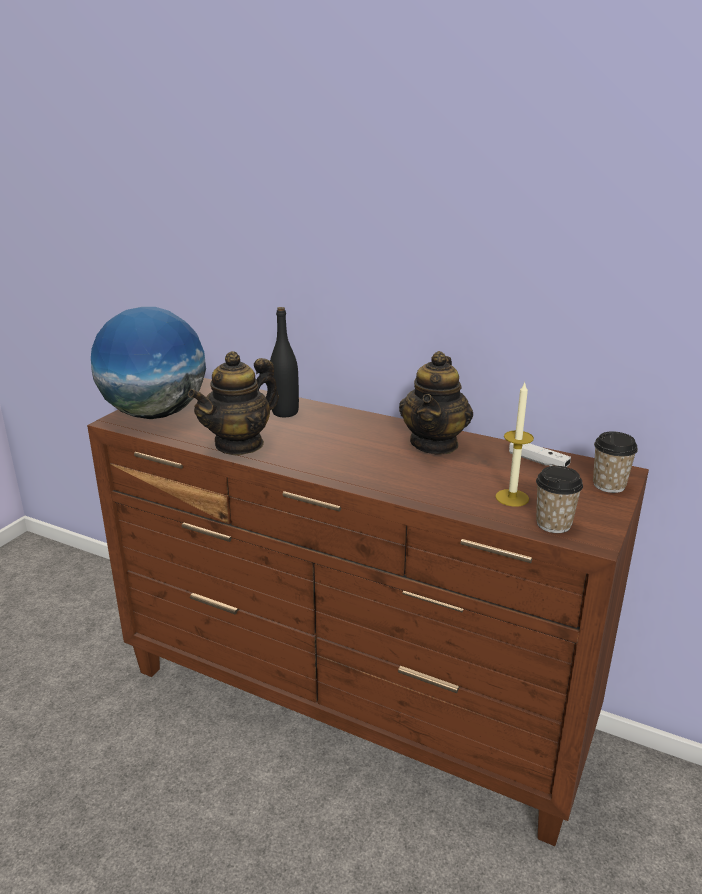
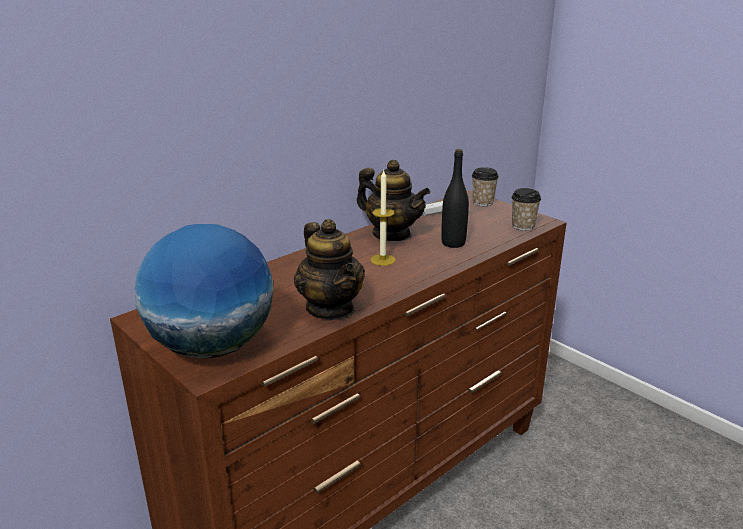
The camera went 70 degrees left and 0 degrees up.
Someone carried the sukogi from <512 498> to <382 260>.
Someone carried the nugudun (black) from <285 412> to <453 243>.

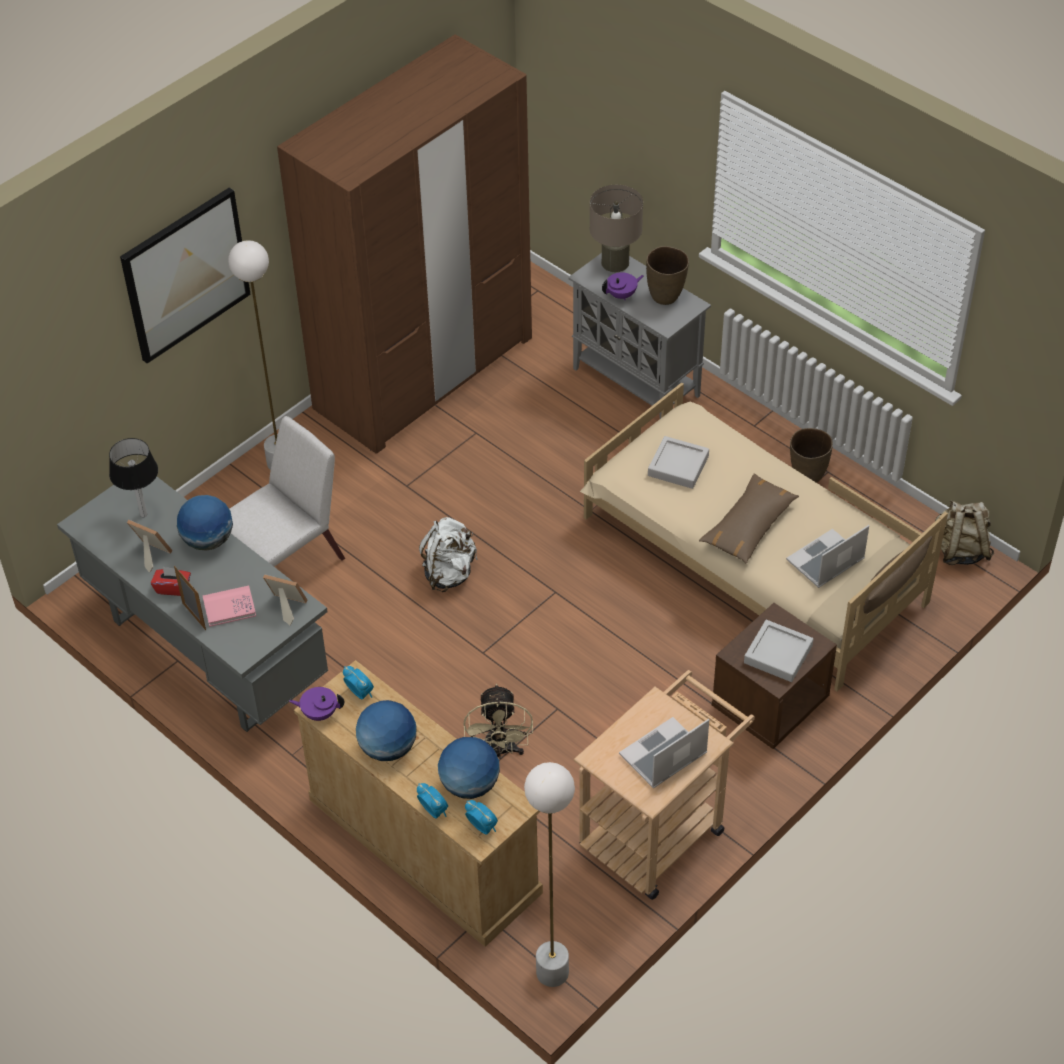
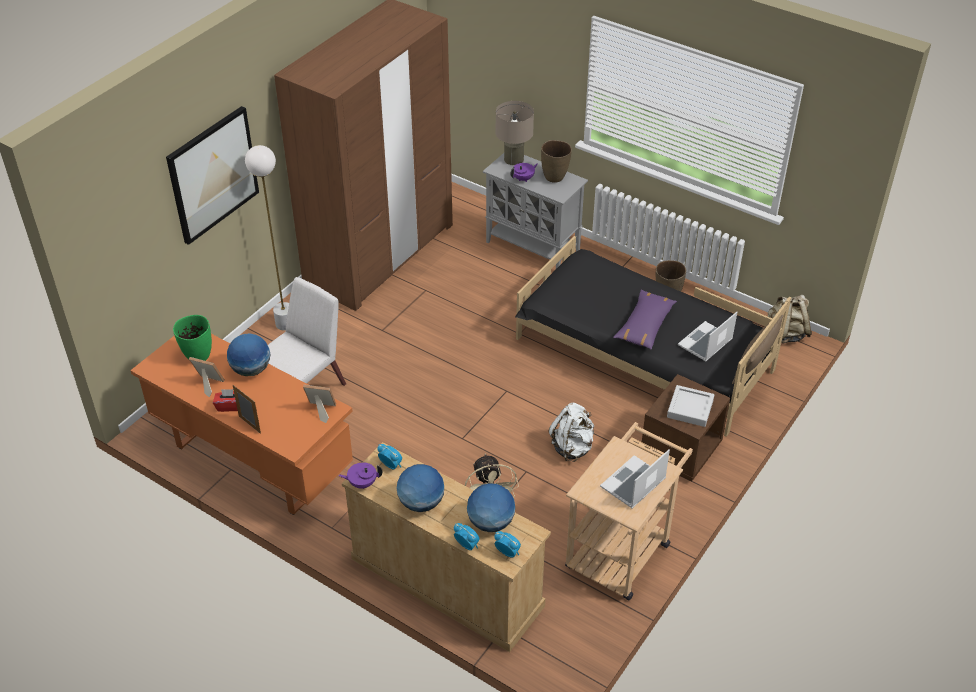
The camera went 10 degrees left and 5 degrees down.
Someone repainted the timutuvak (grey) at <206 653>, which became the timutuvak (orange) at <252 461>.
Someone swapped the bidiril at <144 514> for the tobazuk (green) at <198 356>.
Someone repainted the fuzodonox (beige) at <750 559>, which became the fuzodonox (black) at <642 354>.
Someone carried the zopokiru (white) from <449 573> to <572 447>.
Someone repainted the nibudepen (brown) at <749 526>, which became the nibudepen (purple) at <645 325>.
Someone took away the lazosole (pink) at <229 608>.
Someone took away the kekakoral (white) at <552 973>.
Someone took away the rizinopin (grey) at <678 466>.

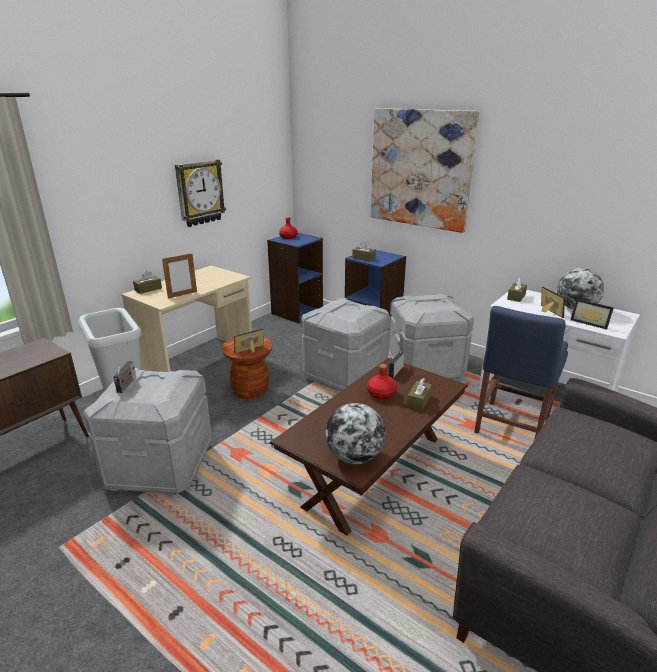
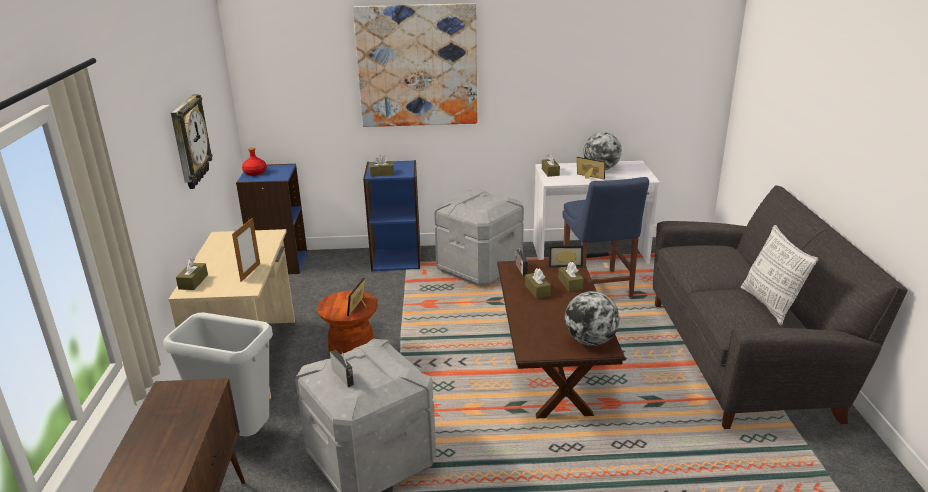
The camera went 40 degrees left and 0 degrees up.
Someone swapped the nugudun (red) at <381 393> for the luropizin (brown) at <537 290>.
Someone carried the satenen from <590 323> to <565 264>.
Someone put down the nibudepen at <770 305>.
Someone took away the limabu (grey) at <345 375>.

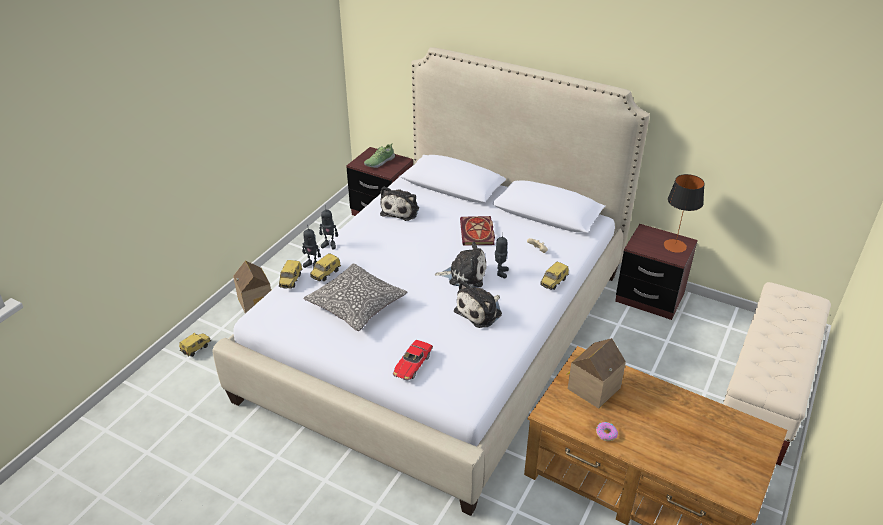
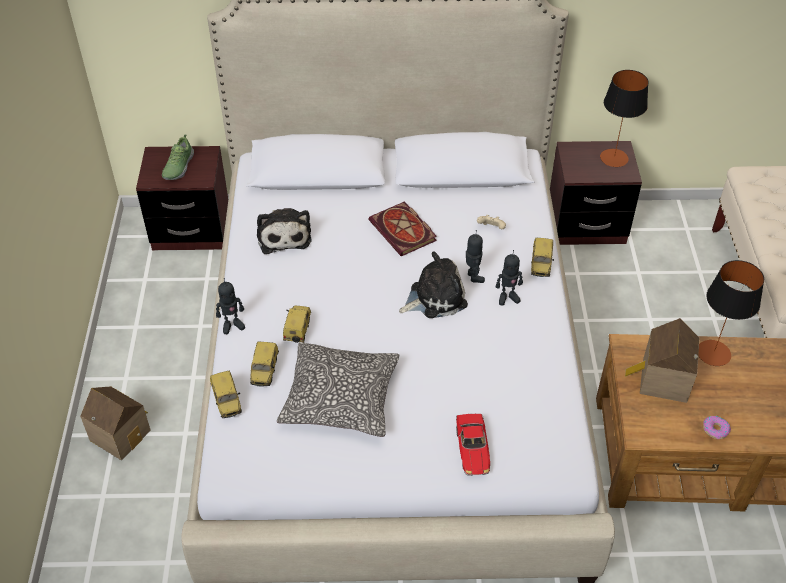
The camera went 30 degrees left and 10 degrees up.
Someone carried the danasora from <196 348> to <297 330>.
Someone carried the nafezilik from <312 265> to <507 297>.
Someone put down the bidiril at <713 353>.
Someone took away the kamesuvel at <480 312>.

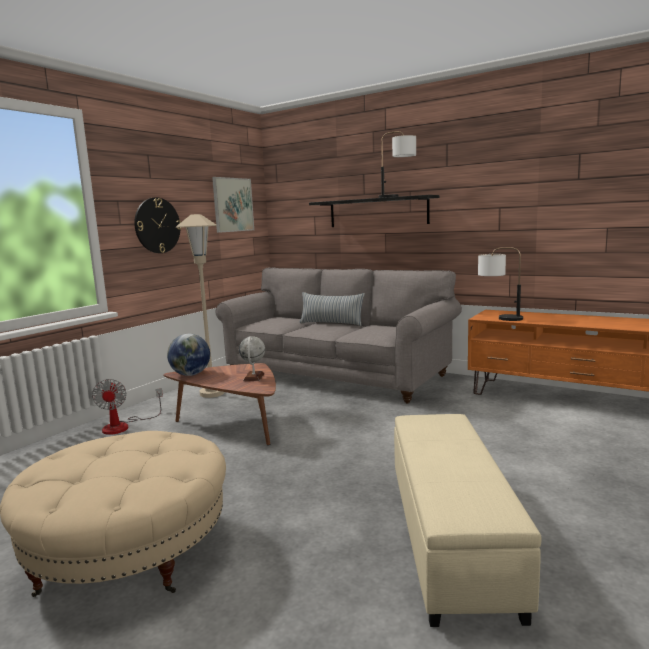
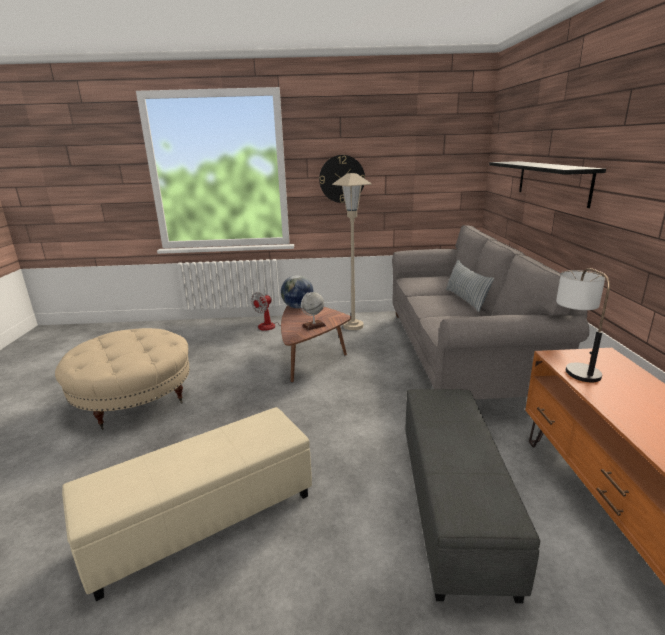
The camera went 55 degrees right and 10 degrees up.
Someone put down the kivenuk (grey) at <454 505>.
Someone took away the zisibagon at <233 205>.
Someone took away the bidiril at <398 196>.

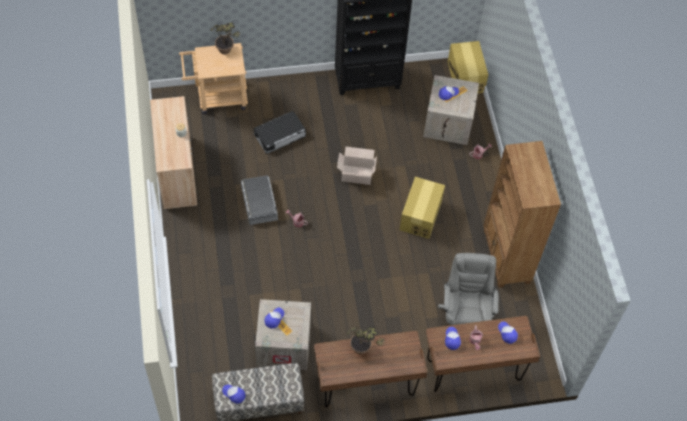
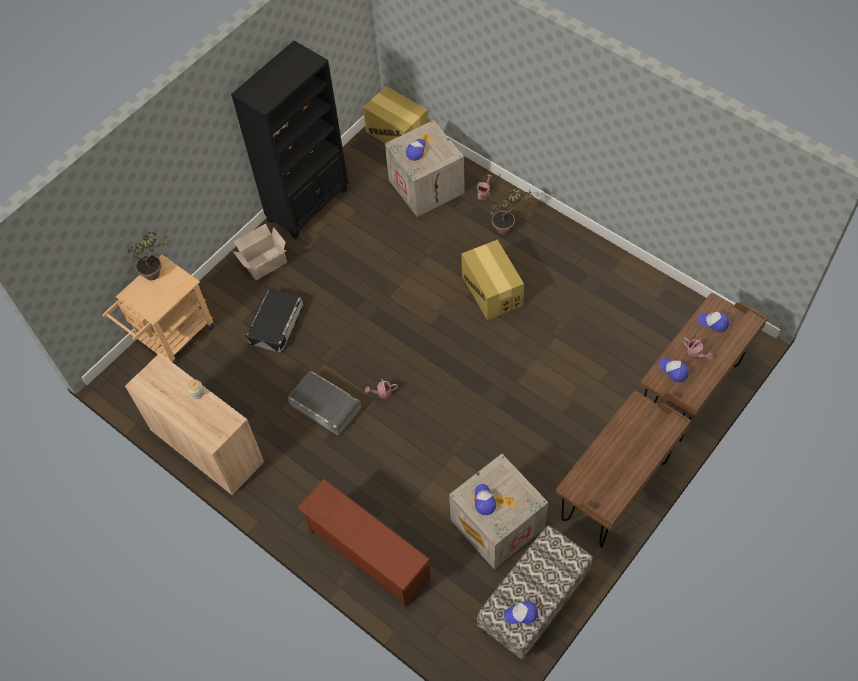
The camera went 35 degrees left and 0 degrees up.
Someone carried the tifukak from <356 174> to <264 263>.
Someone put down the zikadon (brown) at <367 556>.
Someone carried the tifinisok from <364 351> to <508 228>.
Someone took away the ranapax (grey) at <464 317>.
Someone took away the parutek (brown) at <506 257>.

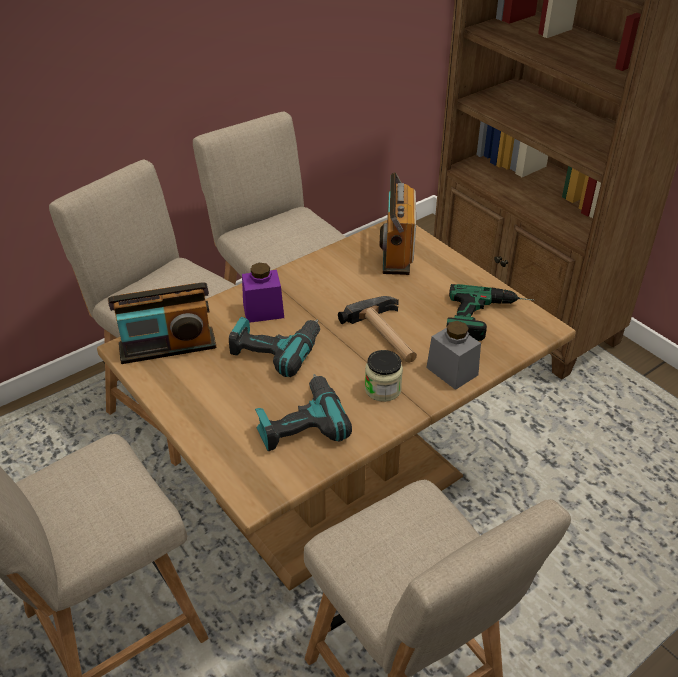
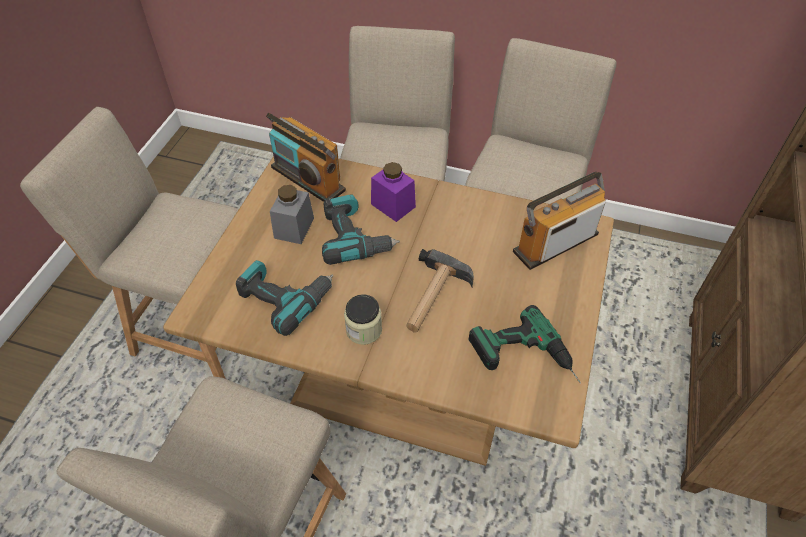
The camera went 55 degrees right and 10 degrees up.
Someone carried the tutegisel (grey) from <452 371> to <294 228>.

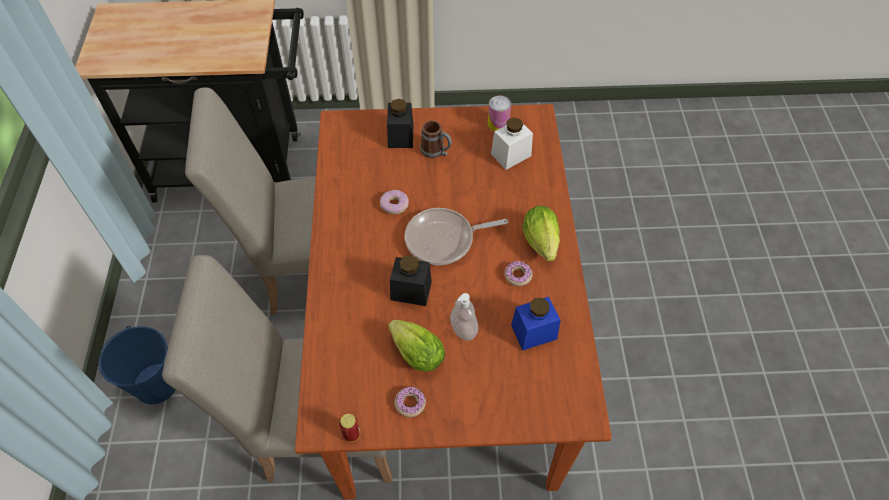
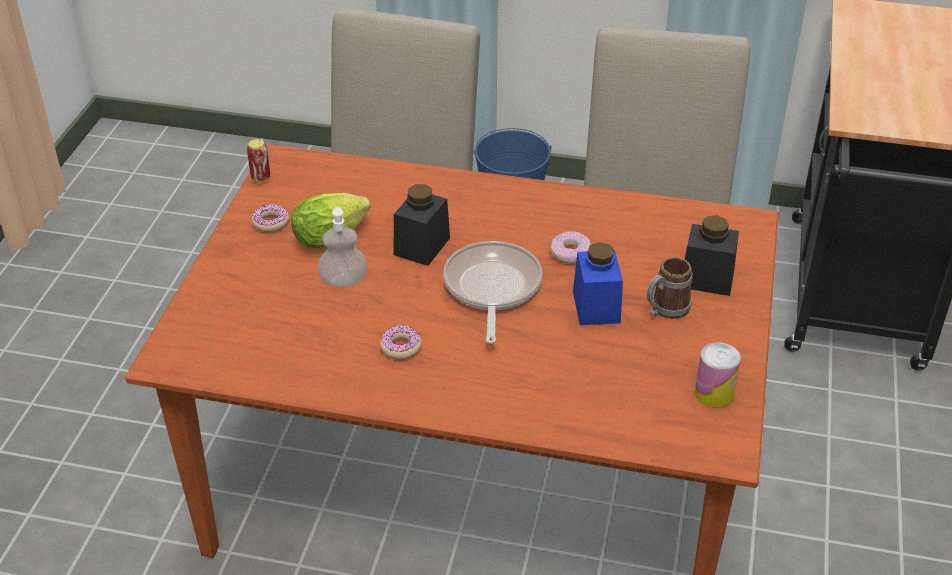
The camera went 105 degrees right and 15 degrees down.
Someone carried the tutegisel (blue) from <534 332> to <596 307>.
Someone took away the tutegisel (white) at <511 155>.
Someone took away the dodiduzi at <542 245>.

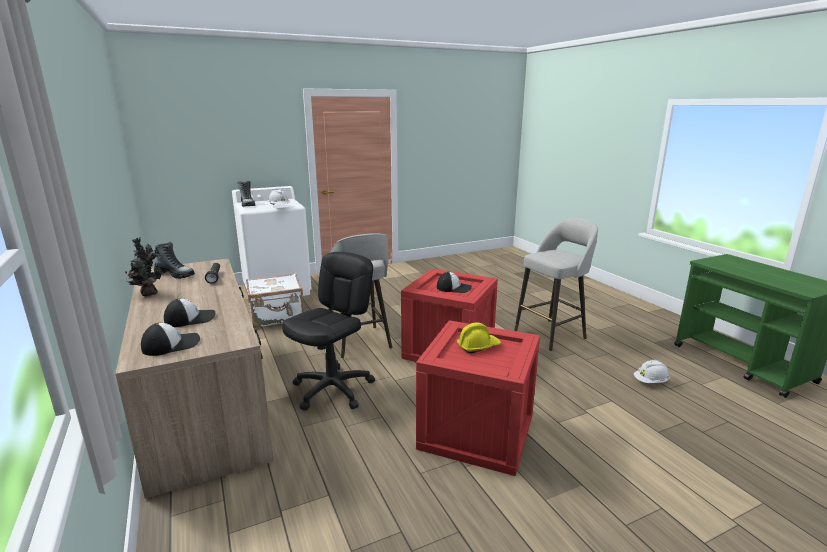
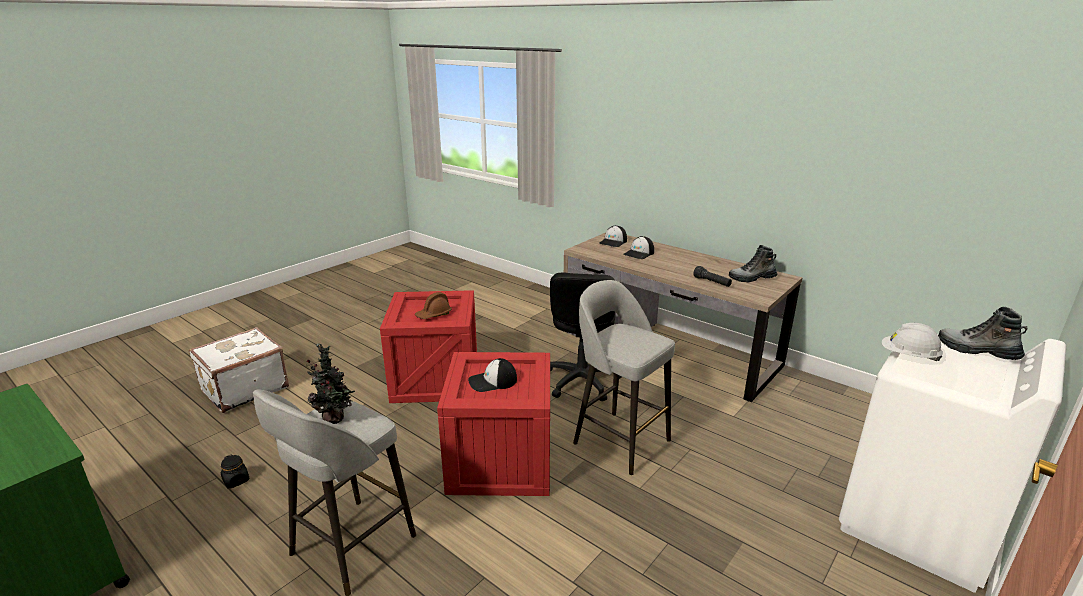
The camera went 155 degrees right and 5 degrees up.
Someone carried the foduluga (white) from <277 317> to <244 388>.
Someone swapped the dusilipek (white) at <650 382> for the tutegisel (black) at <236 480>.
Someone carried the tifinisok from <148 294> to <336 419>.
Someone repainted the dusilipek (yellow) at <478 346>, which became the dusilipek (brown) at <434 315>.

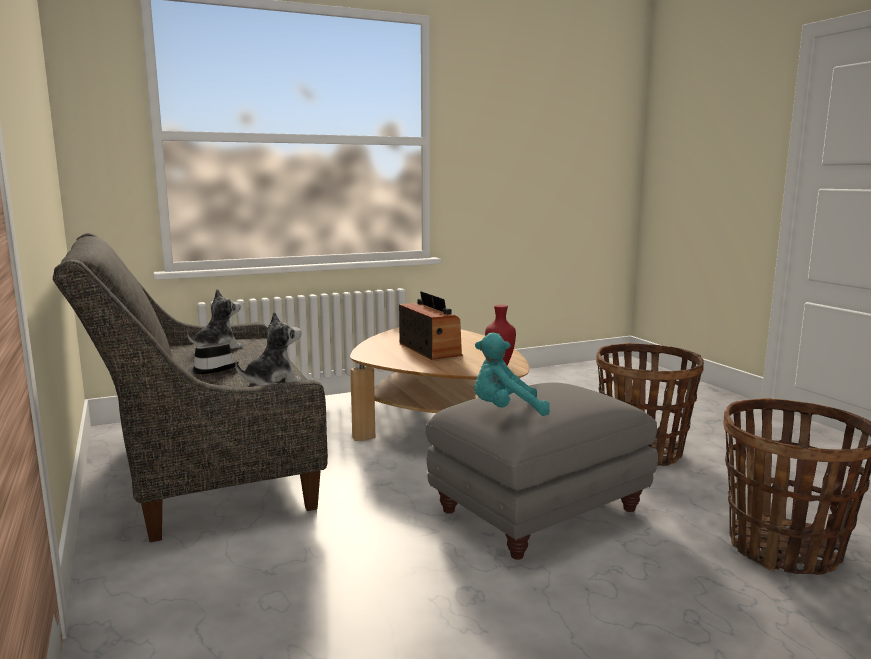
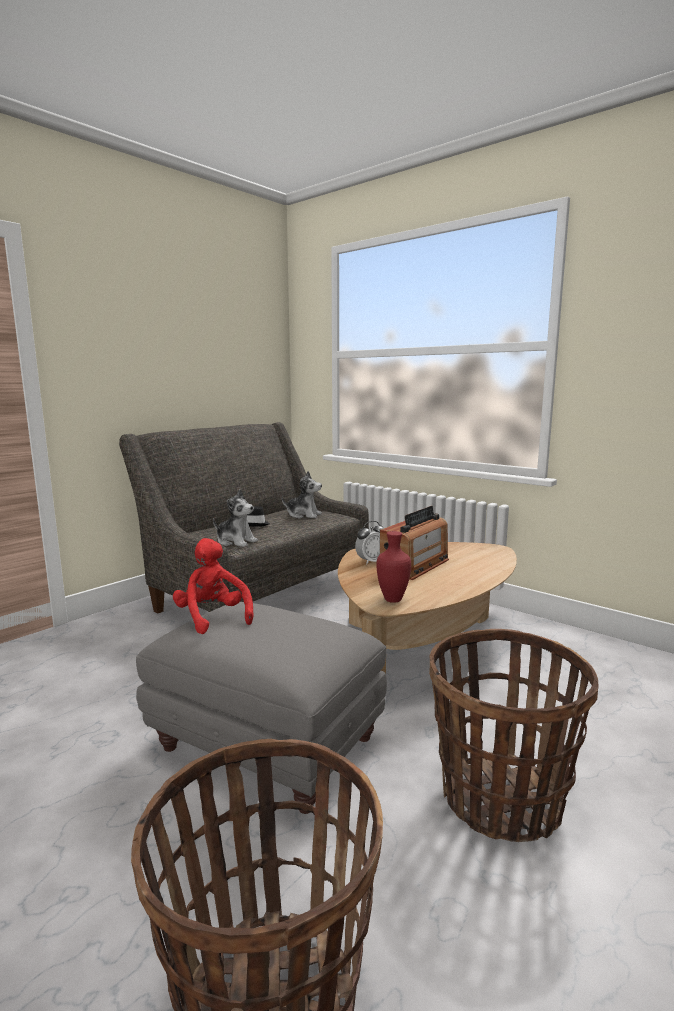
The camera went 65 degrees right and 0 degrees up.
Someone repainted the kamesuvel (turquoise) at <505 411>, which became the kamesuvel (red) at <213 617>.
Someone put down the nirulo at <371 561>.

